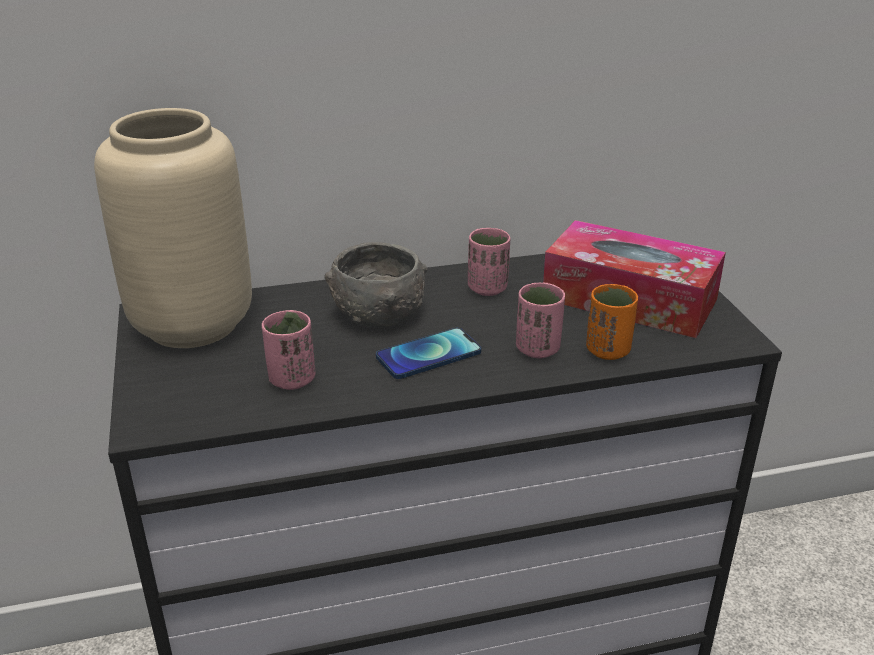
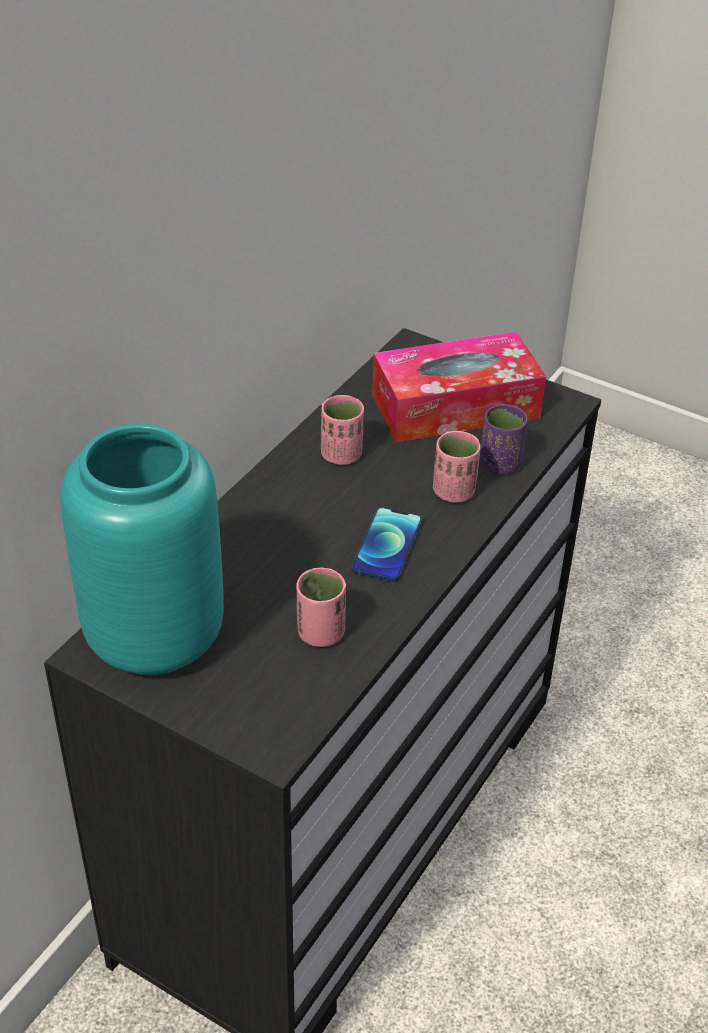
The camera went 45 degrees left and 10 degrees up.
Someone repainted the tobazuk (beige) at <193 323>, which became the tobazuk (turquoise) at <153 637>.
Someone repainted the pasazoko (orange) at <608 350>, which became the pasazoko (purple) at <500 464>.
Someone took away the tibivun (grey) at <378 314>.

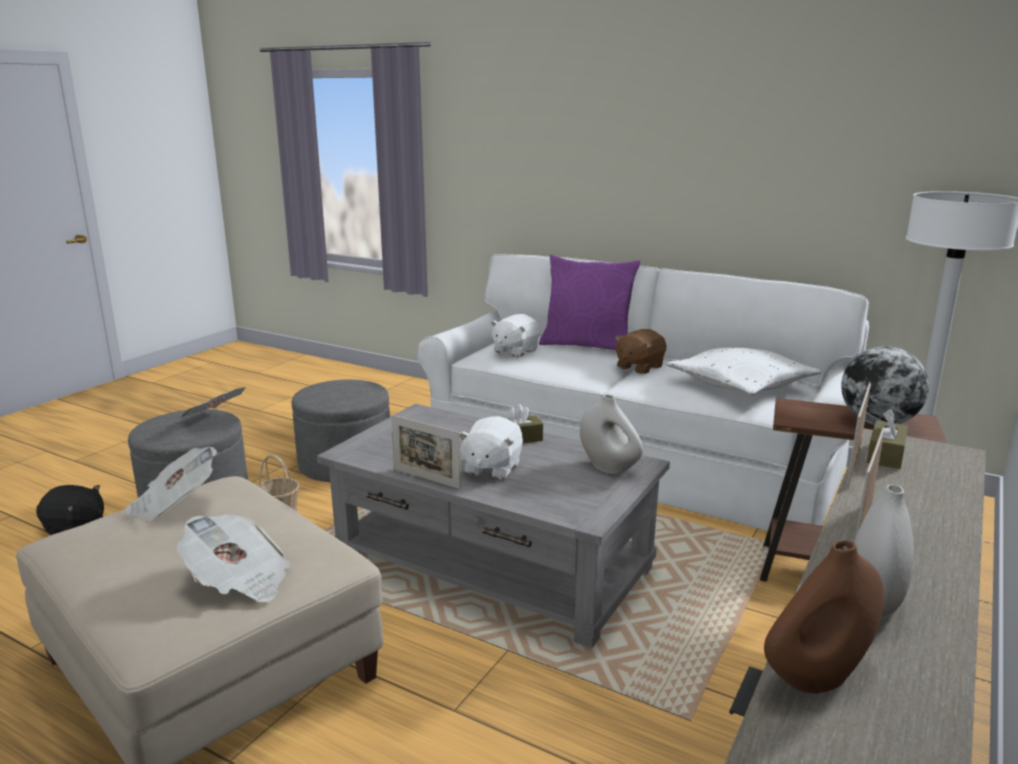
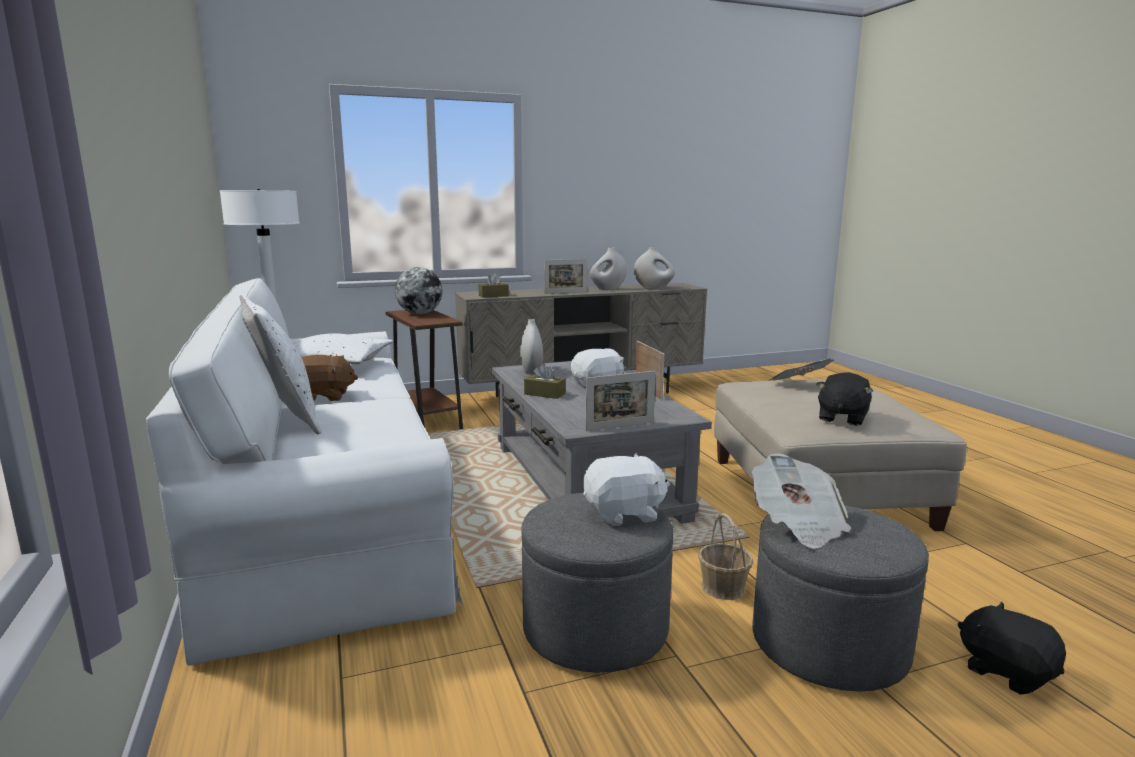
The camera went 140 degrees left and 5 degrees down.
Someone repainted the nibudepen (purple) at <587 345>, which became the nibudepen (white) at <285 419>.
Someone carried the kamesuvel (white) from <515 351> to <624 514>.
Someone carried the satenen from <853 467> to <620 426>.
Someone repainted the tobazuk (brown) at <816 677>, which became the tobazuk (white) at <653 288>.
Someone swapped the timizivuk at <174 505> for the kamesuvel (black) at <841 418>.

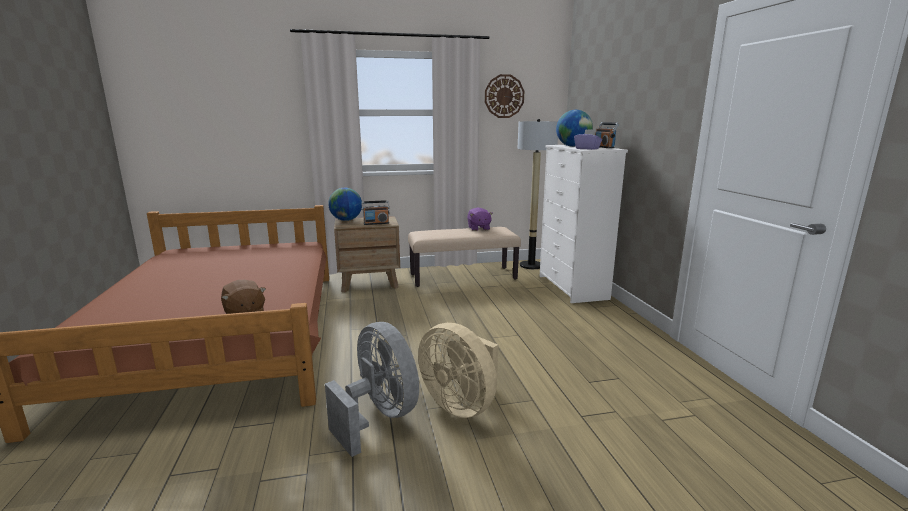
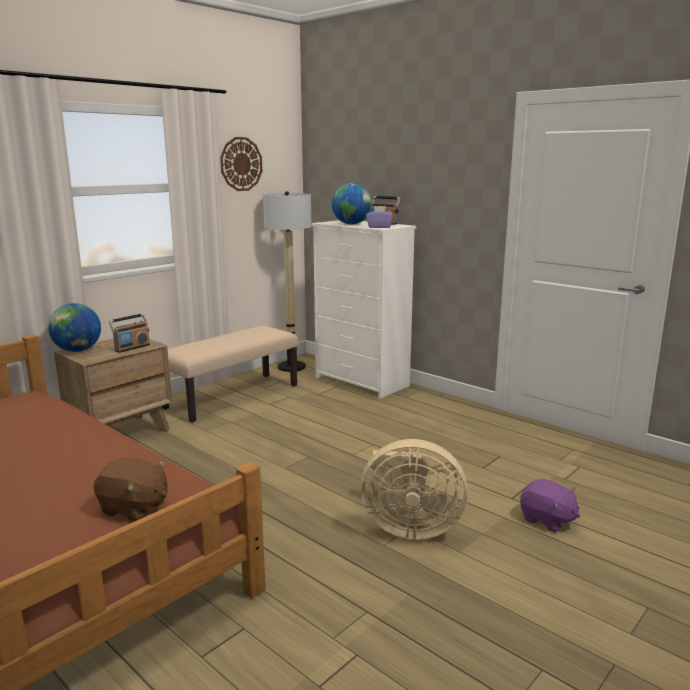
The camera went 35 degrees left and 0 degrees up.
Someone carried the kamesuvel (purple) from <478 228> to <547 520>.
Someone took away the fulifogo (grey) at <379 417>.

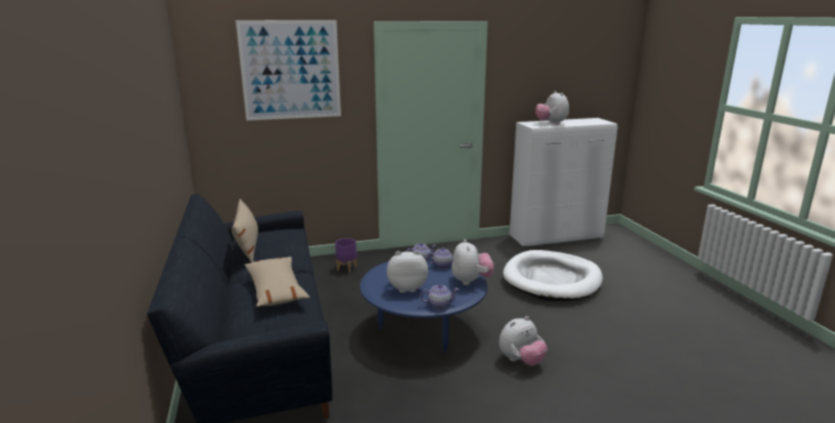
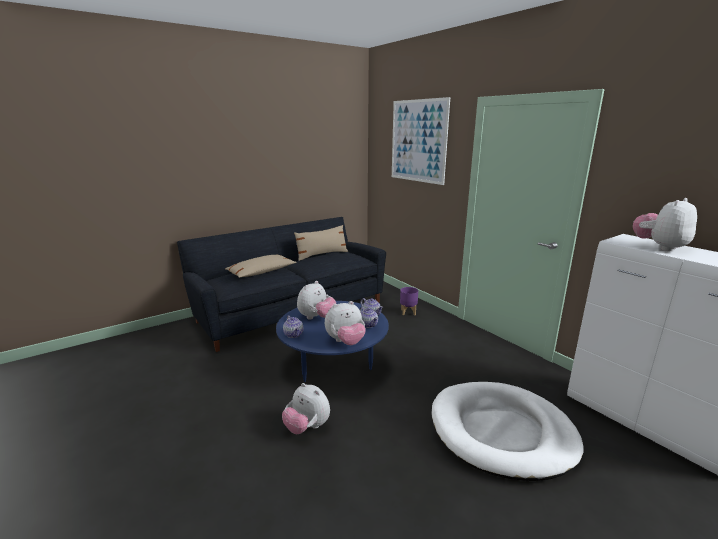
The camera went 70 degrees right and 0 degrees up.
Someone rotated the kamesuvel at <407 288> by 60 degrees clockwise.

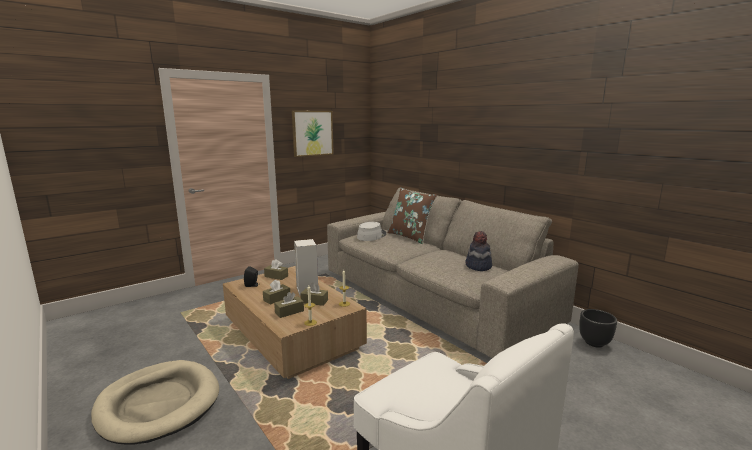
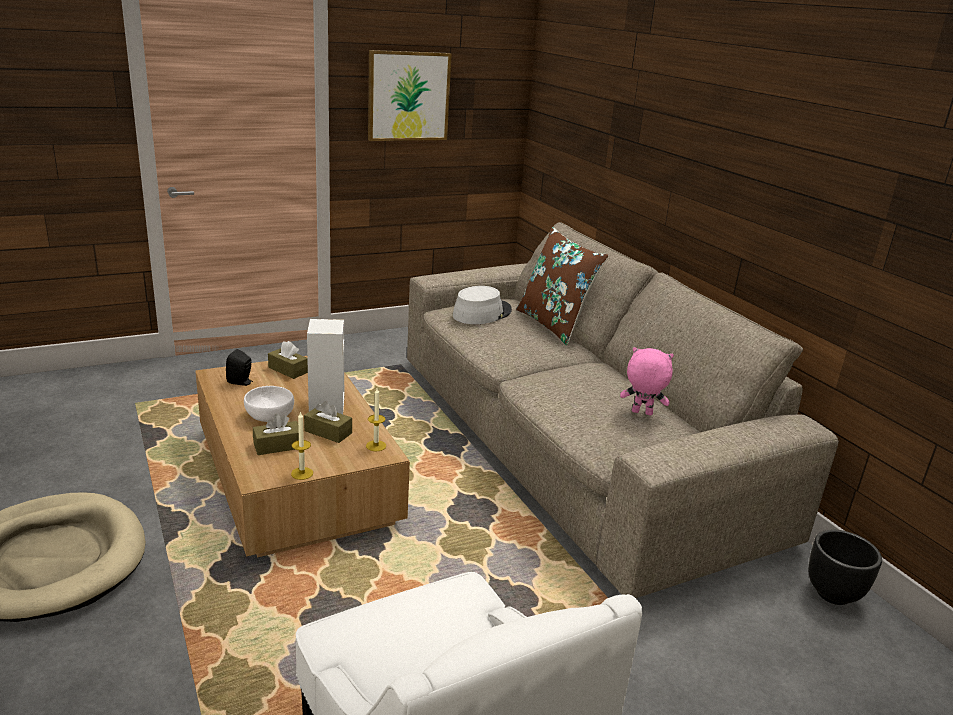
The camera went 10 degrees right and 10 degrees up.
Someone swapped the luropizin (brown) at <277 298> for the tibivun (white) at <269 416>.
Someone swapped the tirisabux at <478 266> for the kamesuvel (pink) at <641 413>.

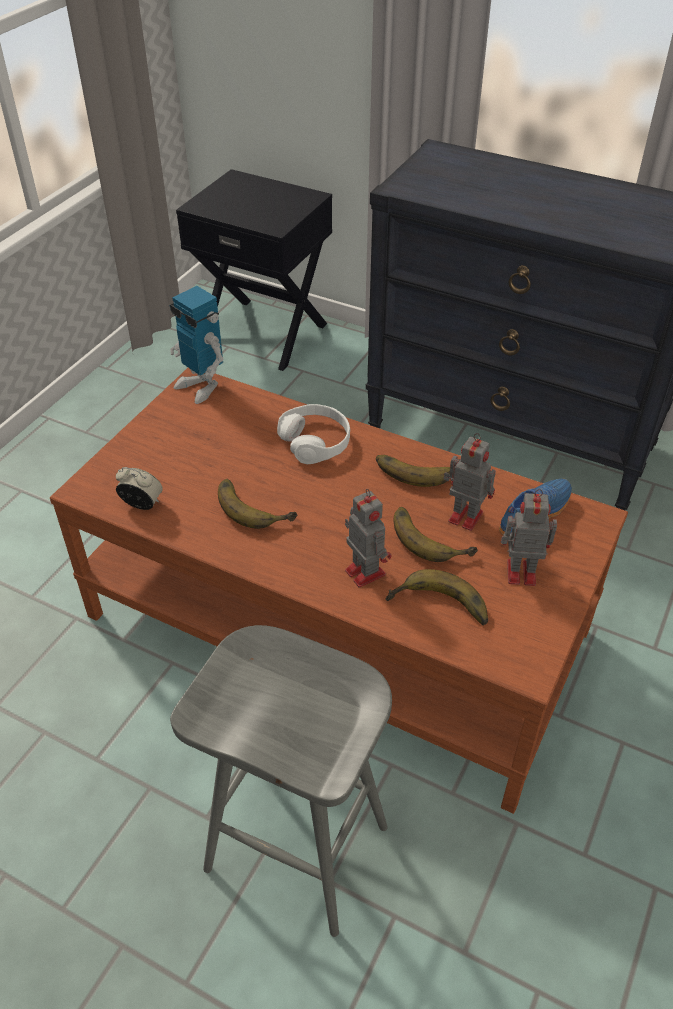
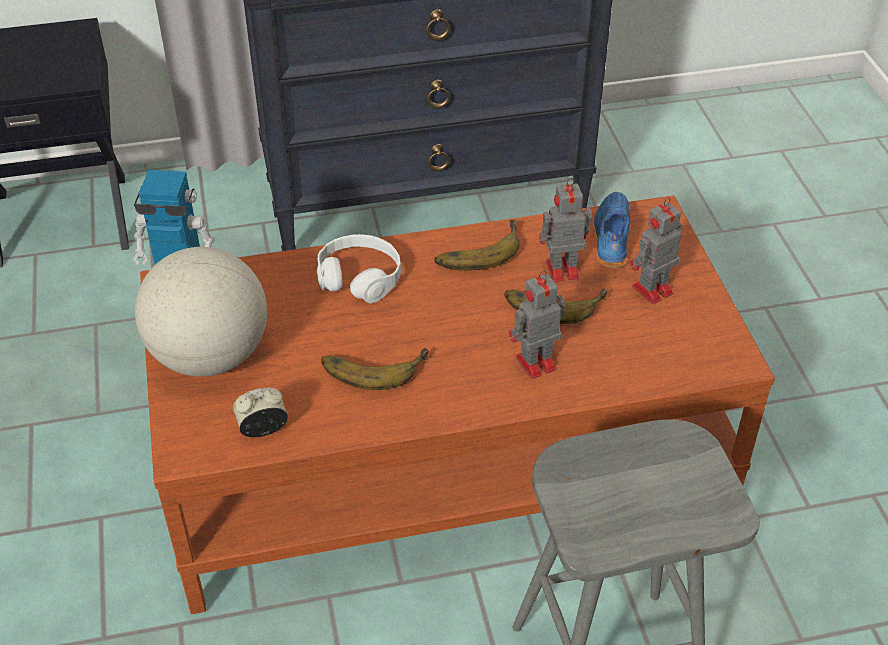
The camera went 40 degrees left and 0 degrees up.
Someone put down the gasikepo at <209 356>.
Someone rotated the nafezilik at <364 571> by 45 degrees counterclockwise.
Someone took away the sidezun at <438 609>.

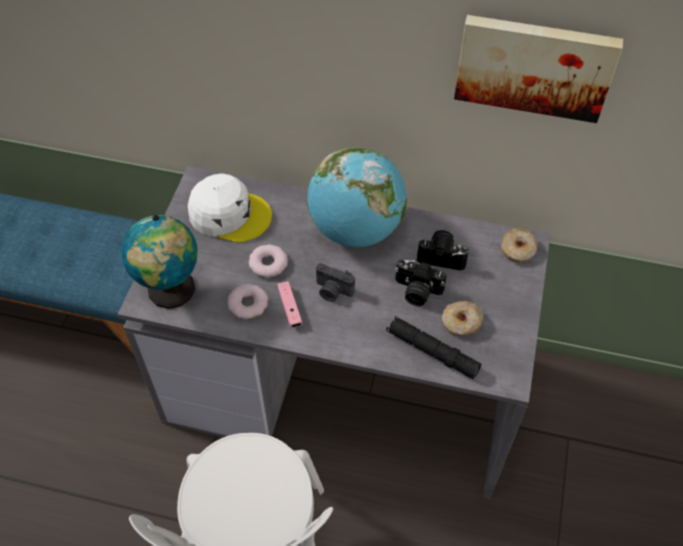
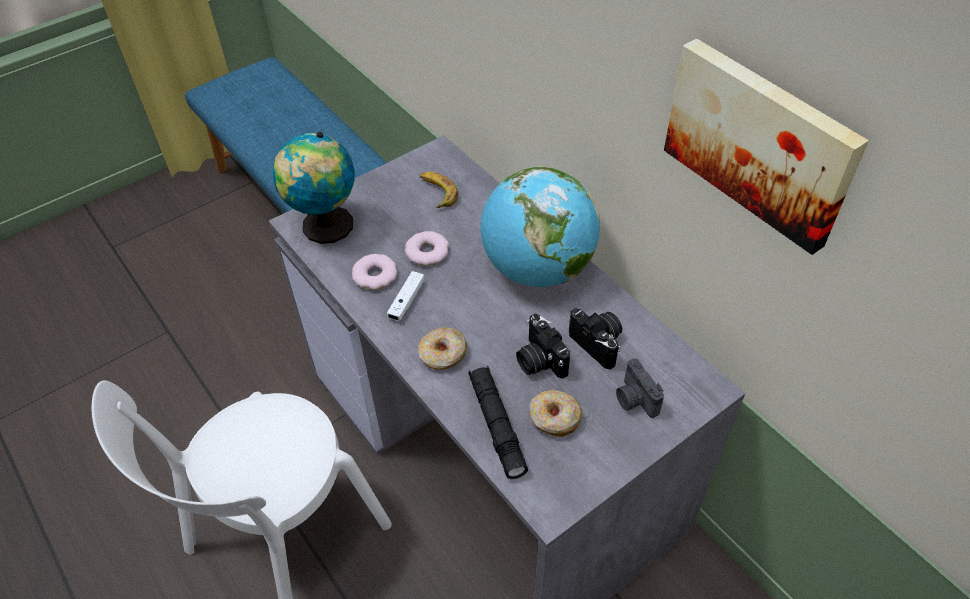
The camera went 40 degrees right and 5 degrees down.
Someone repainted the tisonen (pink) at <290 308>, which became the tisonen (white) at <406 301>.
Someone carried the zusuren from <517 250> to <443 354>.
Someone swapped the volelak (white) at <229 214> for the sidezun at <437 192>.
Someone carried the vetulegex from <332 291> to <634 399>.

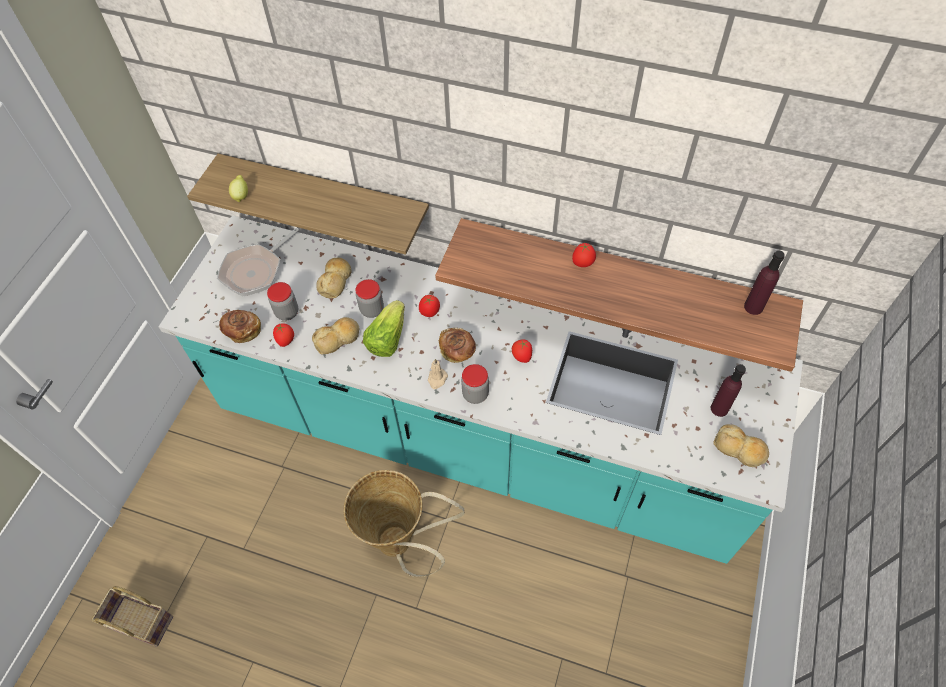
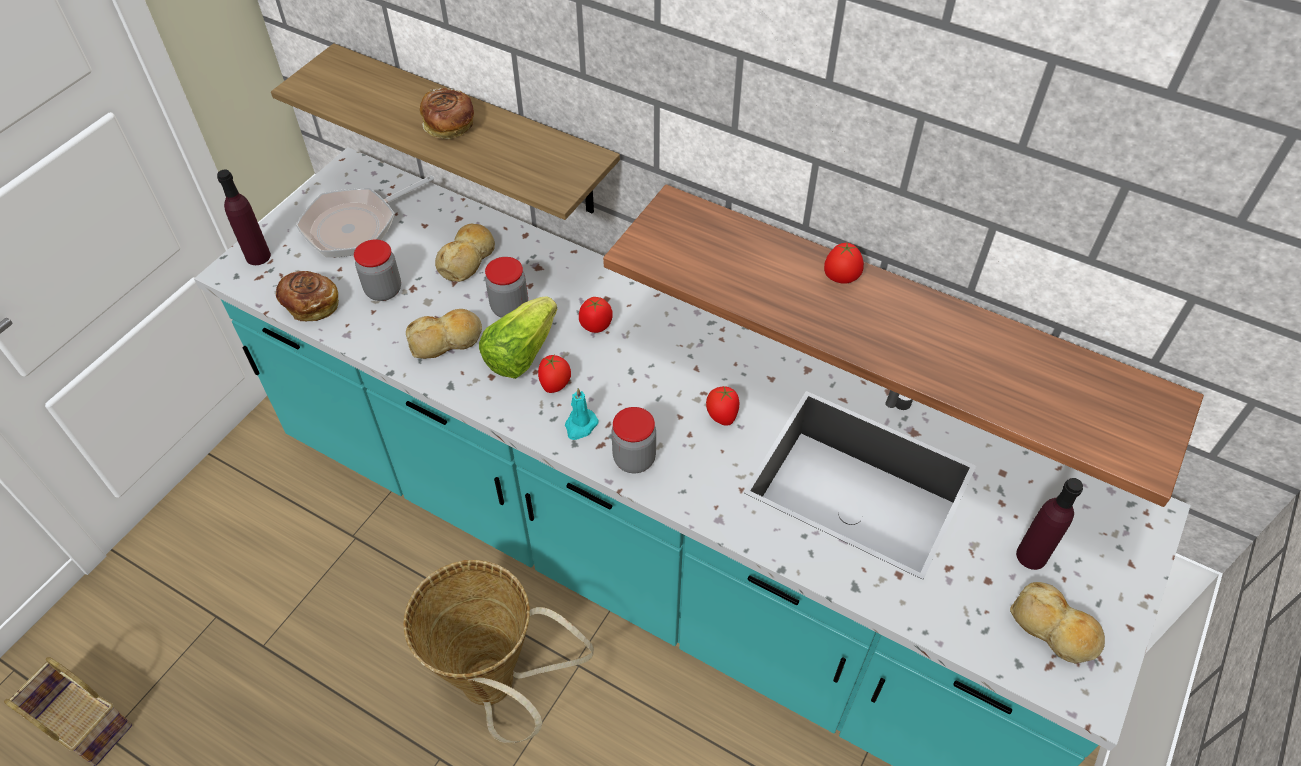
The camera went 10 degrees right and 5 degrees down.
Someone carried the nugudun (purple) from <753 307> to <258 256>.
Someone carried the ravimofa from <457 351> to <449 126>.
Someone carried the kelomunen from <286 341> to <555 385>.
Someone repainted the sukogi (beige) at <437 379>, which became the sukogi (turquoise) at <580 426>.
Someone took away the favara at <241 195>.

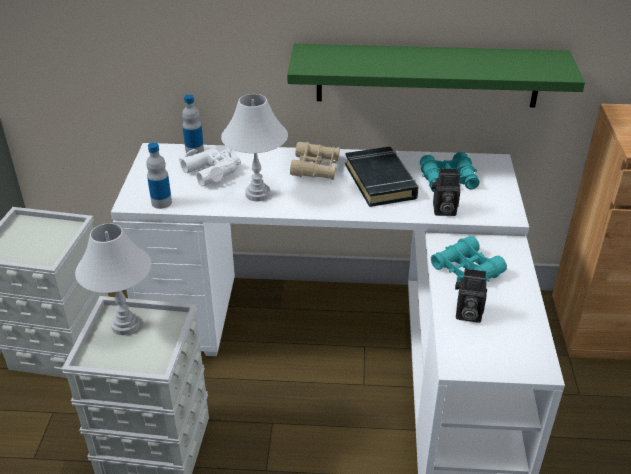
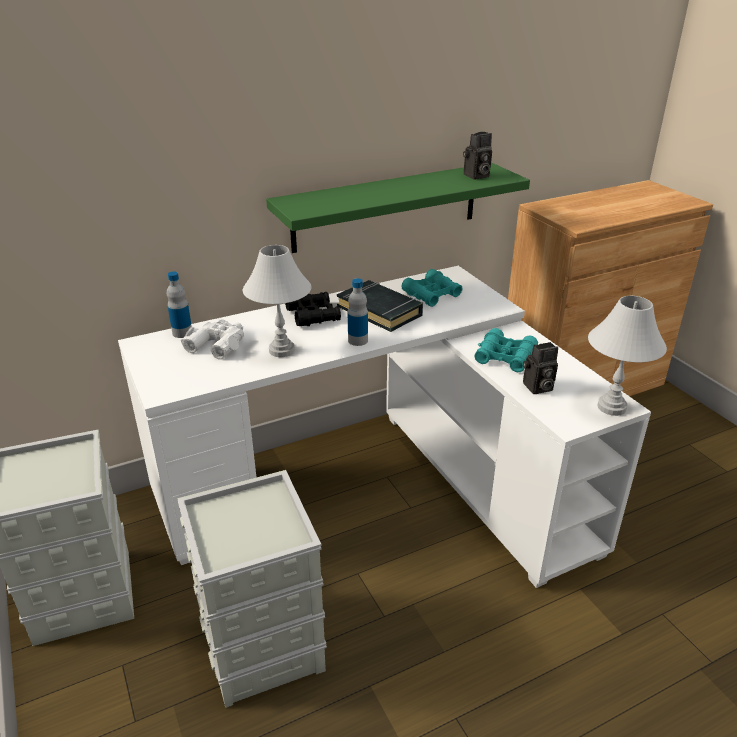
The camera went 30 degrees left and 5 degrees down.
Someone repainted the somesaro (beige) at <315 167>, which became the somesaro (black) at <313 315>.
Someone carried the nugudun from <161 202> to <358 340>.
Someone carried the vetulegex from <443 210> to <476 176>.
Someone carried the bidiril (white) from <126 324> to <611 407>.

